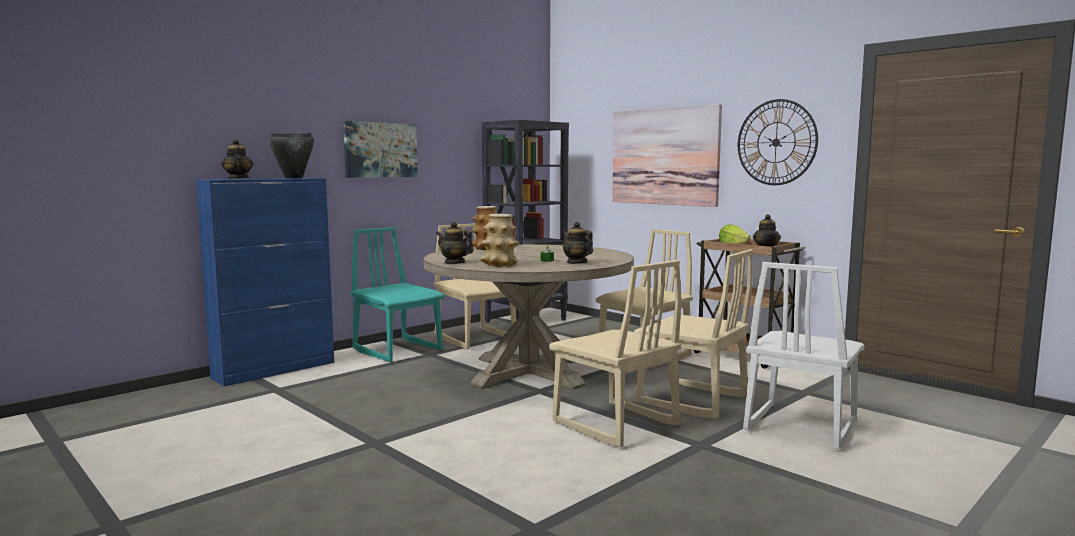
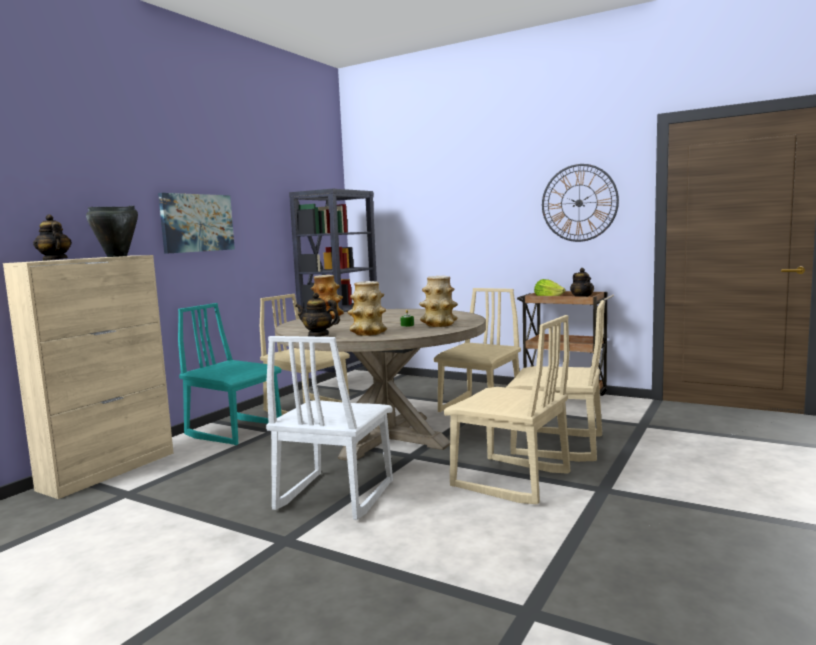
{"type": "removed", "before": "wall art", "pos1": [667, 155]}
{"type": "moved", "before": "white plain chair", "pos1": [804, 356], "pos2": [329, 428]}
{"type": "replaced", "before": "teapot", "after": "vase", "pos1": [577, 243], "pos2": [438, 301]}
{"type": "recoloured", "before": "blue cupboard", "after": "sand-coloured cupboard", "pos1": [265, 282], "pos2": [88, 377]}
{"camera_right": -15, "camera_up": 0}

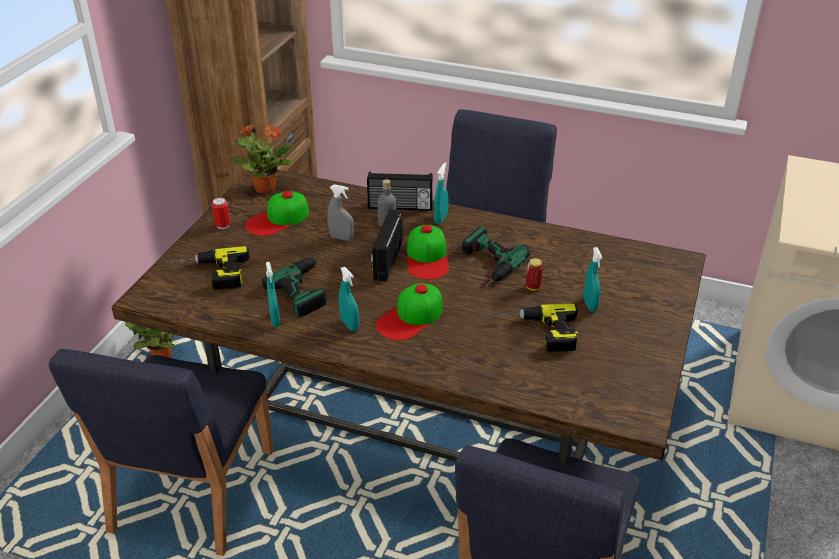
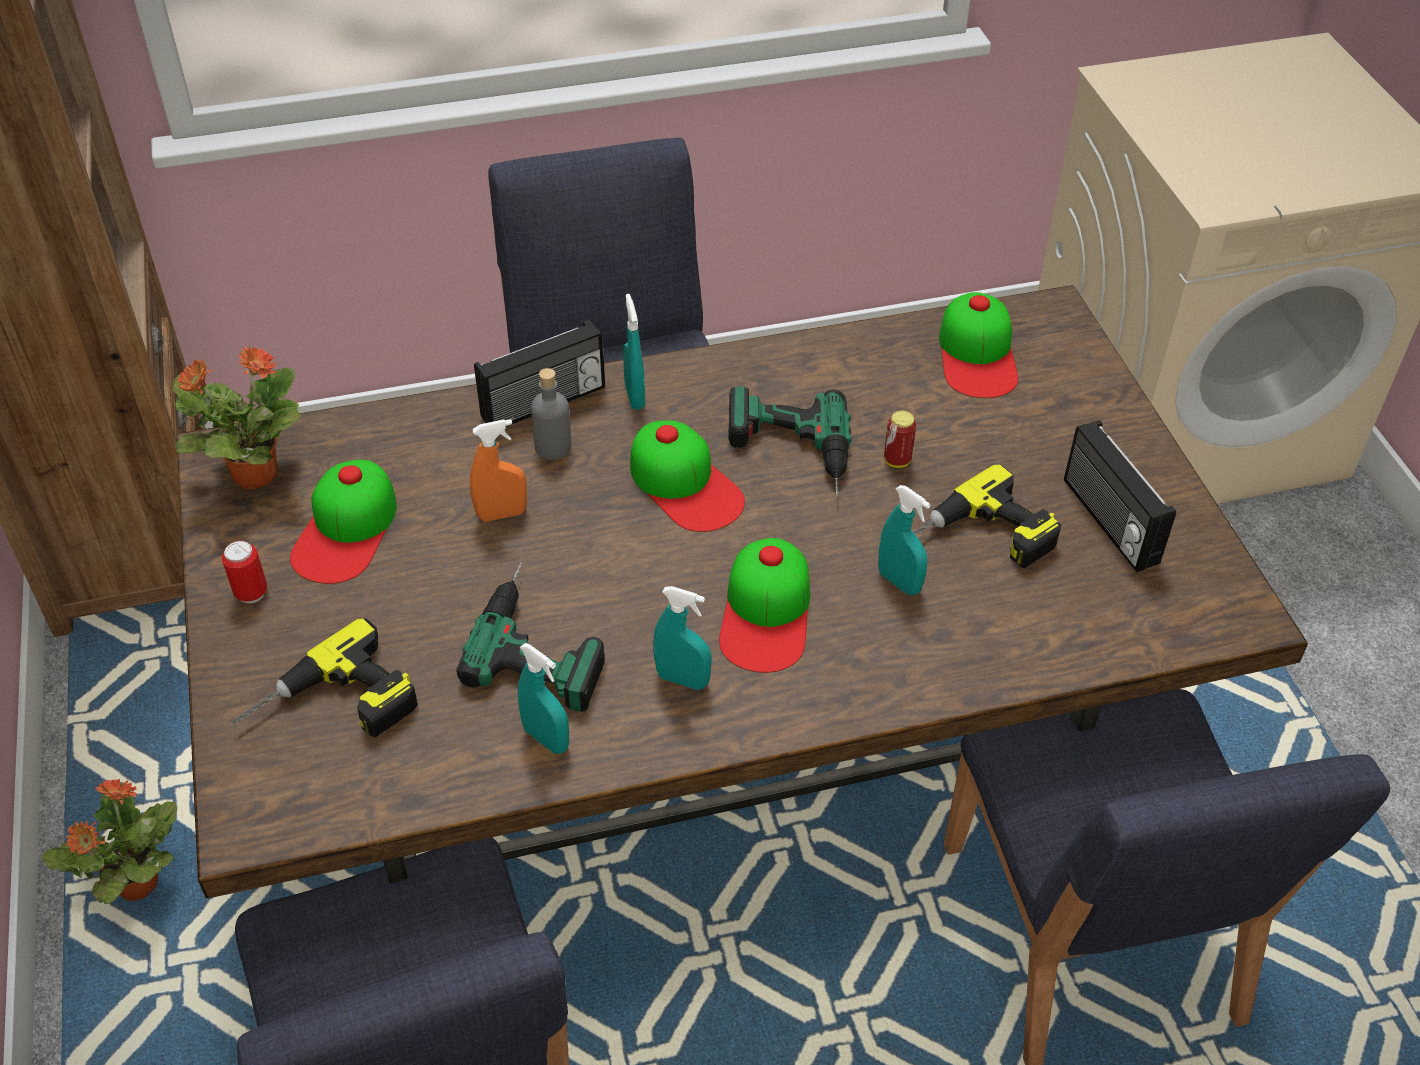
{"type": "added", "after": "cap", "pos2": [978, 345]}
{"type": "moved", "before": "radio set", "pos1": [387, 245], "pos2": [1120, 496]}
{"type": "moved", "before": "turquoise-coloured hand sprayer", "pos1": [592, 279], "pos2": [904, 540]}
{"type": "recoloured", "before": "greyish hand sprayer", "after": "orange-coloured hand sprayer", "pos1": [340, 213], "pos2": [498, 470]}
{"camera_right": -35, "camera_up": 10}

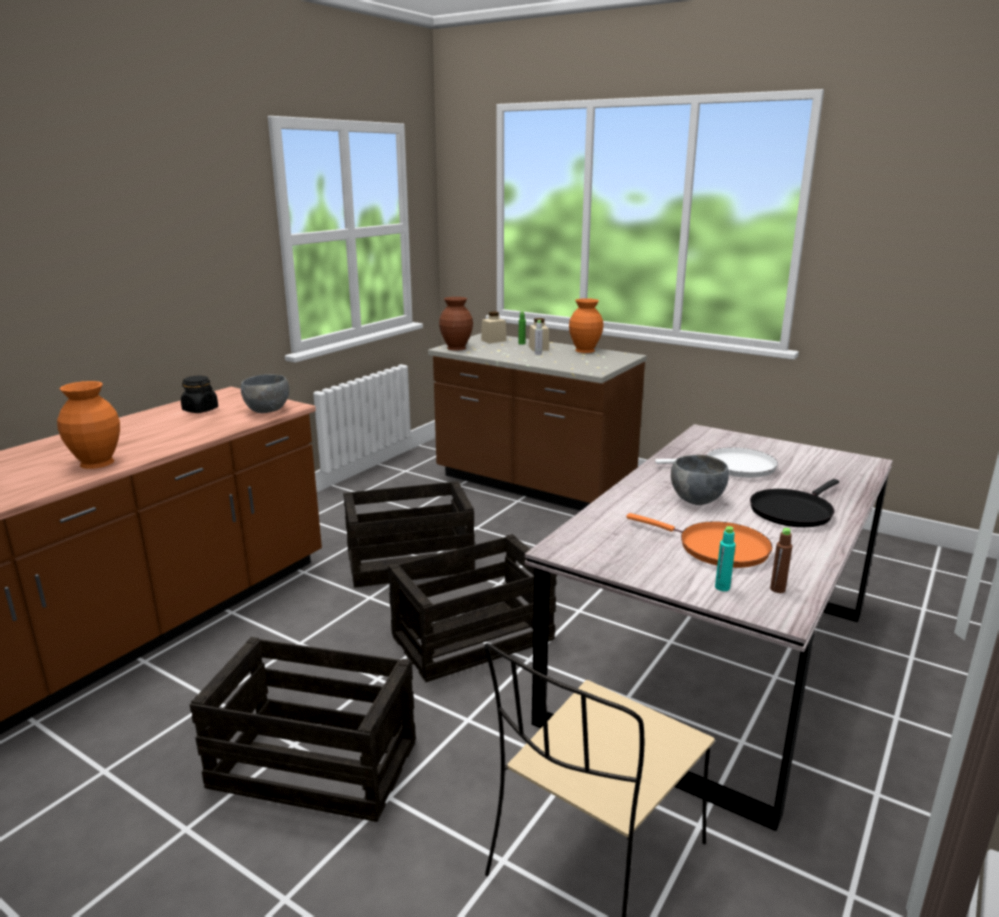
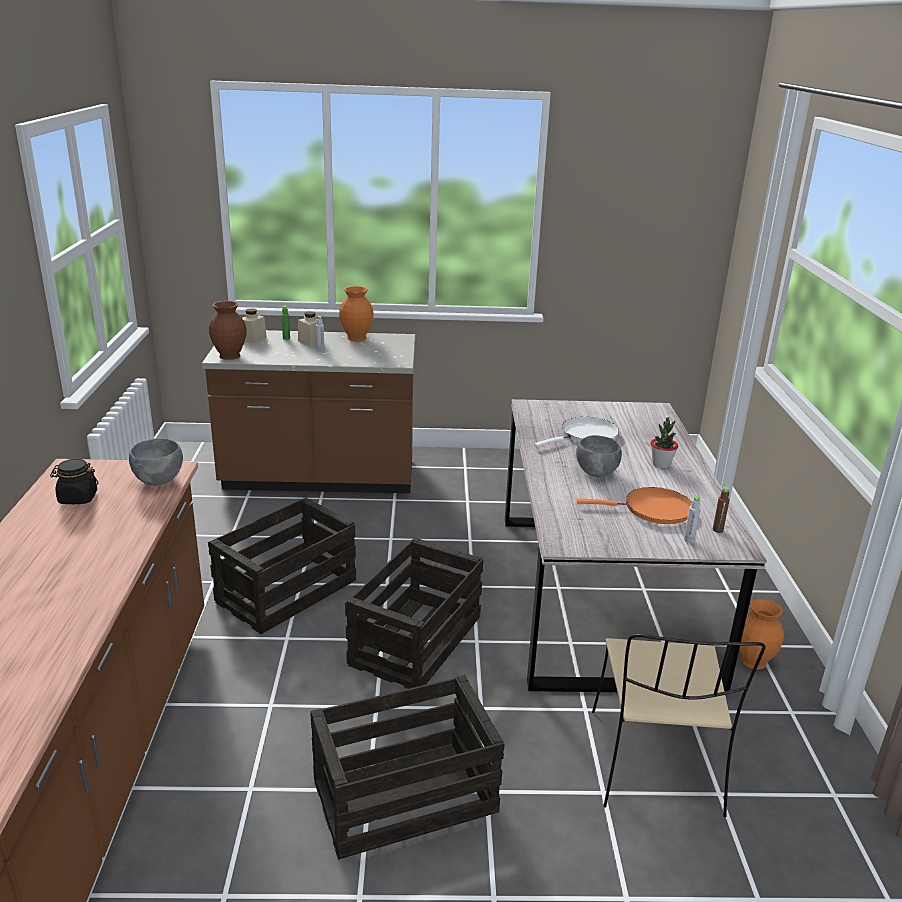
{"type": "moved", "before": "orange-coloured vase", "pos1": [88, 425], "pos2": [761, 634]}
{"type": "replaced", "before": "black frying pan", "after": "plant in a pot", "pos1": [794, 503], "pos2": [664, 443]}
{"type": "recoloured", "before": "turquoise-coloured bottle", "after": "greyish bottle", "pos1": [725, 558], "pos2": [692, 519]}
{"camera_right": -35, "camera_up": 5}

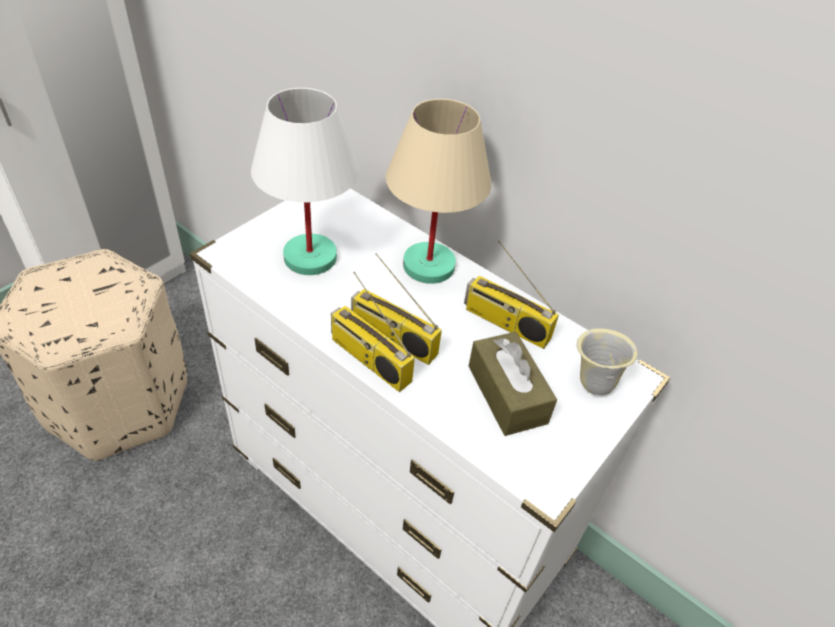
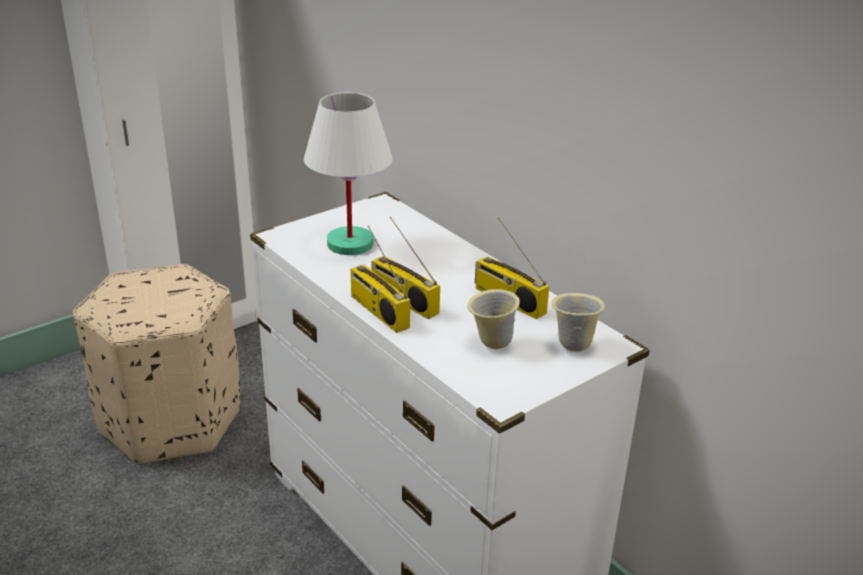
{"type": "removed", "before": "sand-coloured table lamp", "pos1": [439, 191]}
{"type": "replaced", "before": "brown-coloured tissue holder", "after": "sand-coloured tea mug", "pos1": [513, 384], "pos2": [493, 319]}
{"camera_right": 15, "camera_up": -15}

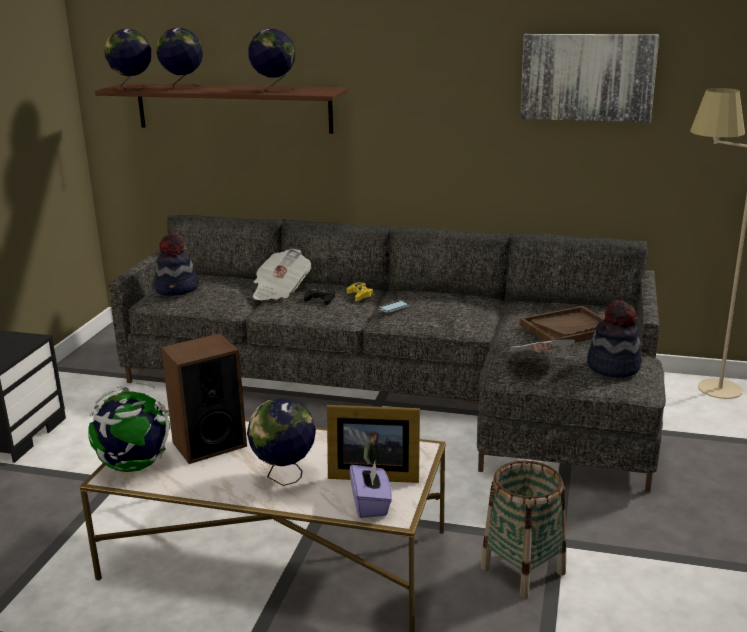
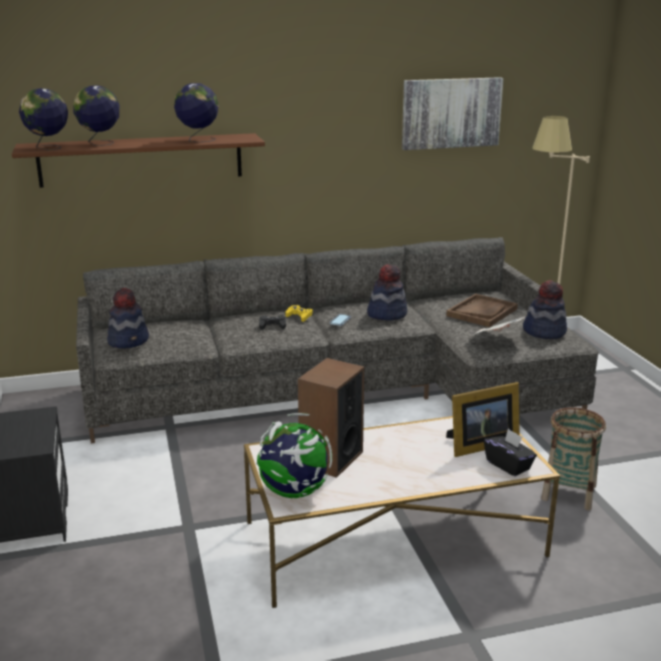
{"type": "removed", "before": "globe", "pos1": [281, 442]}
{"type": "removed", "before": "printed paper", "pos1": [282, 274]}
{"type": "added", "after": "clothing hat", "pos2": [387, 292]}
{"type": "recoloured", "before": "purplish tissue holder", "after": "black tissue holder", "pos1": [371, 488], "pos2": [510, 452]}
{"camera_right": -30, "camera_up": 0}

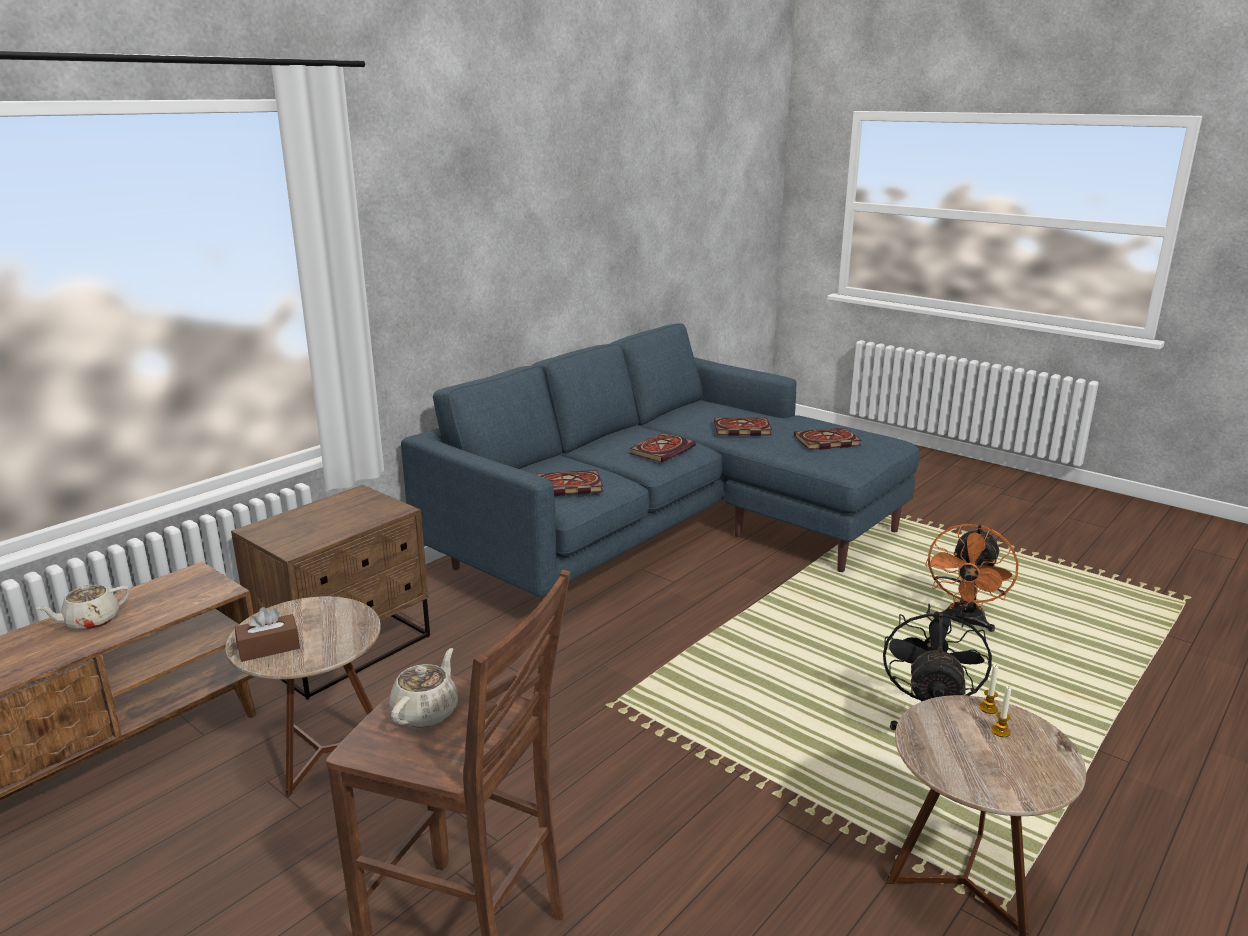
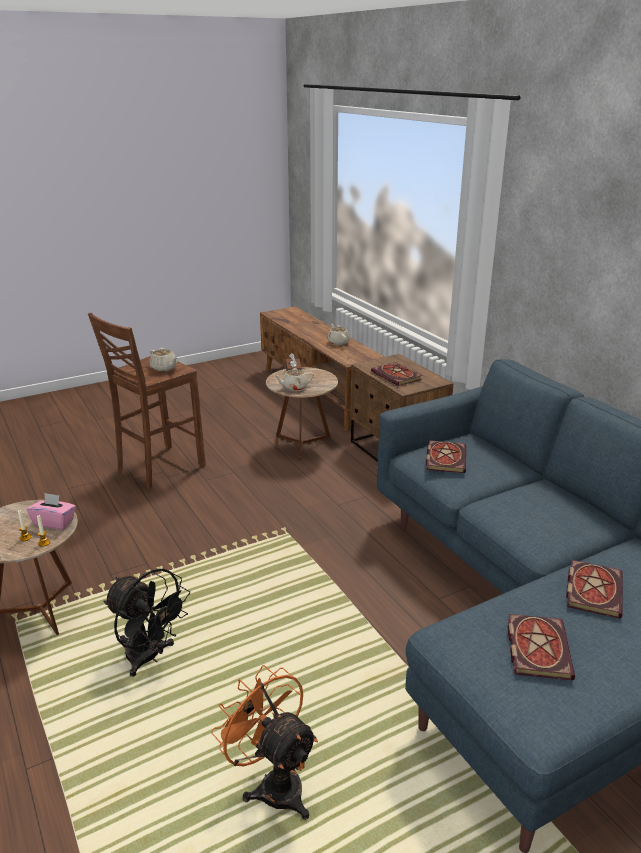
{"type": "added", "after": "pink-coloured tissue holder", "pos2": [51, 511]}
{"type": "added", "after": "sand-coloured teapot", "pos2": [294, 379]}
{"type": "moved", "before": "book", "pos1": [662, 447], "pos2": [396, 374]}
{"camera_right": 110, "camera_up": 5}

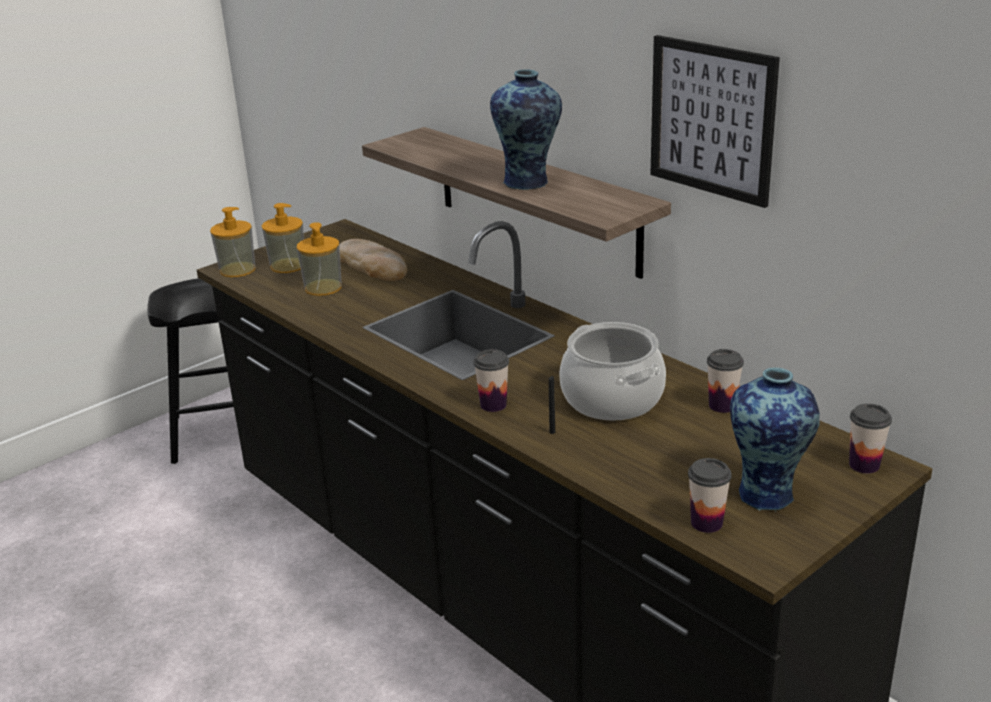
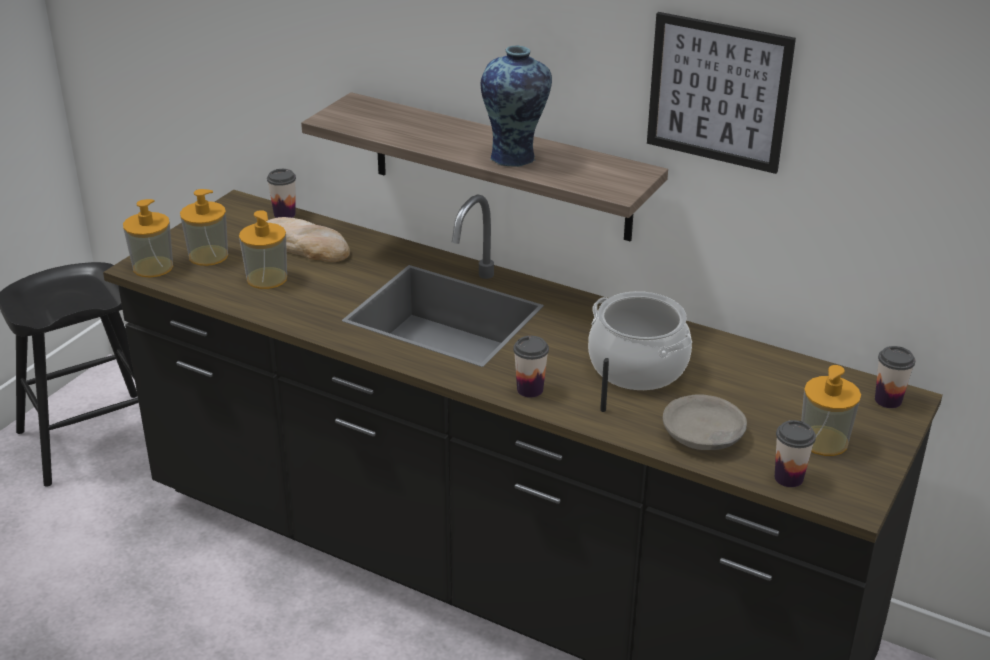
{"type": "added", "after": "greyish serving bowl", "pos2": [705, 422]}
{"type": "moved", "before": "drinking cup", "pos1": [725, 381], "pos2": [281, 193]}
{"type": "replaced", "before": "vase", "after": "soap dispenser", "pos1": [775, 440], "pos2": [831, 410]}
{"camera_right": -20, "camera_up": 5}

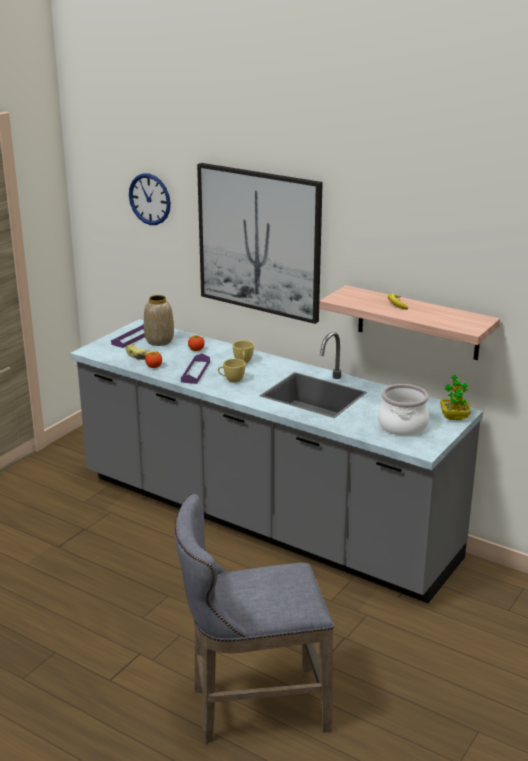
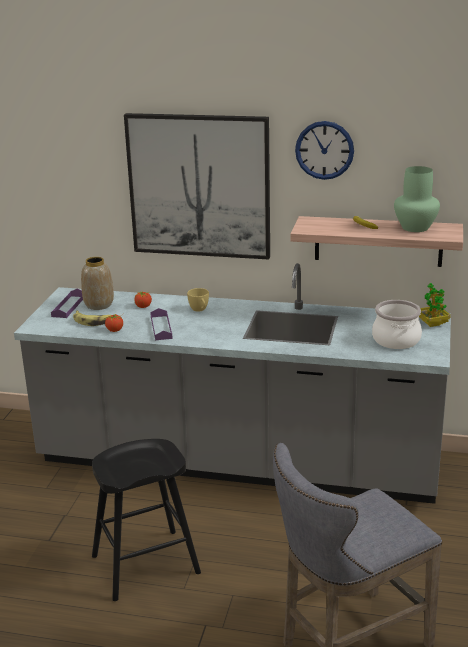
{"type": "removed", "before": "yellow drinking cup", "pos1": [231, 371]}
{"type": "added", "after": "black stool", "pos2": [146, 520]}
{"type": "added", "after": "greenish vase", "pos2": [417, 199]}
{"type": "moved", "before": "wall clock", "pos1": [150, 199], "pos2": [324, 150]}
{"camera_right": -20, "camera_up": 0}

